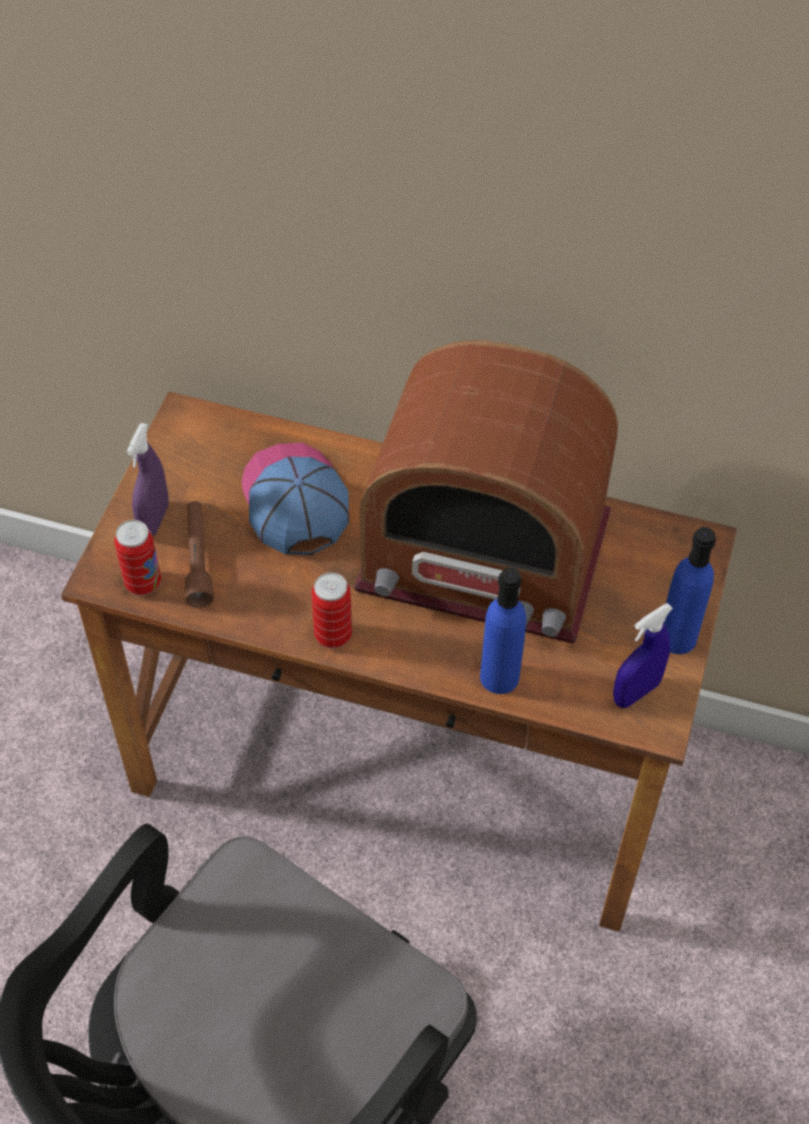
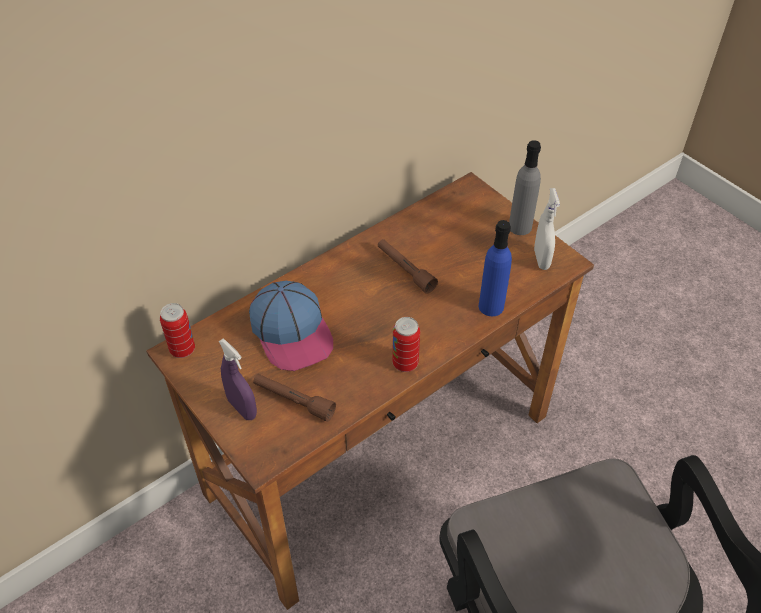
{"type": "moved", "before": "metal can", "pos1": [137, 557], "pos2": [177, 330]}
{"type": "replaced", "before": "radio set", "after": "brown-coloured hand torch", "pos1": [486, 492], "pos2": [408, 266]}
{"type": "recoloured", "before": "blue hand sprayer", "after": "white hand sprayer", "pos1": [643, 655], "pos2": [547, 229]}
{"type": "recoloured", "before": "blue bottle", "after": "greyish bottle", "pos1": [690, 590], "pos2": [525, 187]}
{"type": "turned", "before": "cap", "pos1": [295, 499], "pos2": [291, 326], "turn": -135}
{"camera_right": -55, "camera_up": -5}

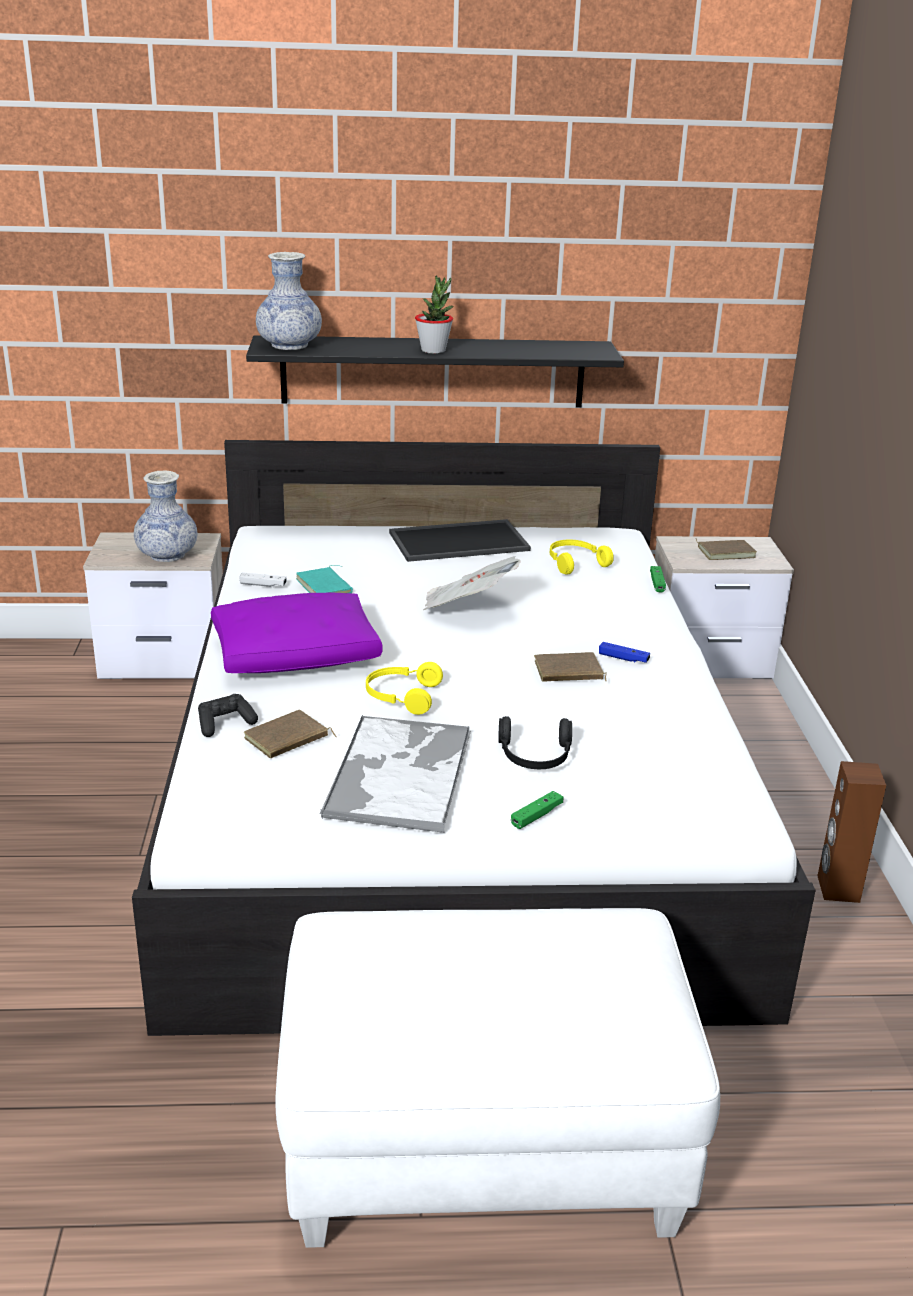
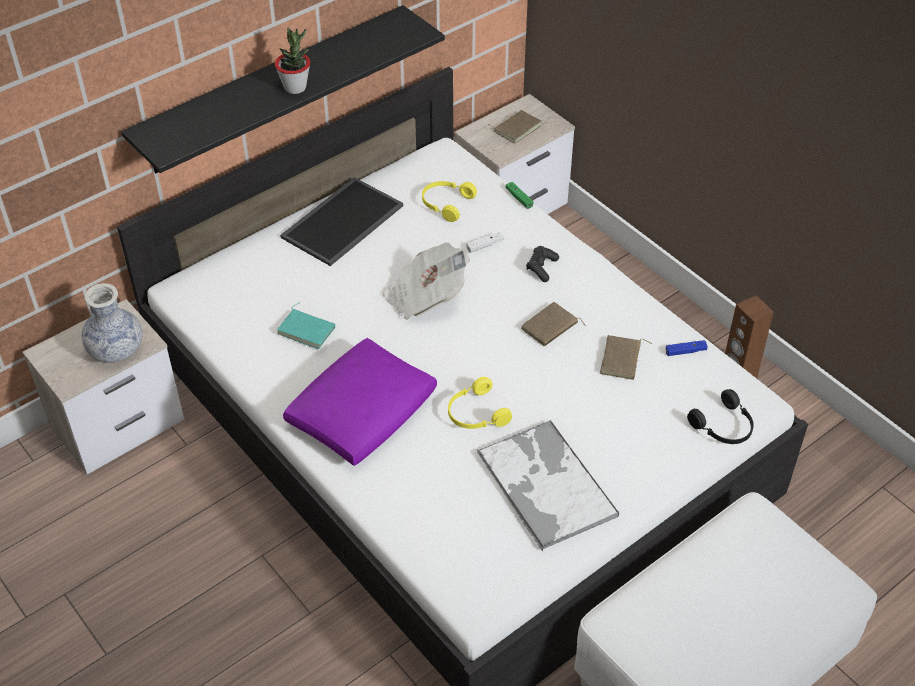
{"type": "removed", "before": "vase", "pos1": [289, 301]}
{"type": "removed", "before": "greenish gamepad", "pos1": [537, 810]}
{"type": "moved", "before": "black gamepad", "pos1": [228, 715], "pos2": [542, 264]}
{"type": "moved", "before": "white gamepad", "pos1": [263, 580], "pos2": [484, 242]}
{"type": "moved", "before": "brown-coloured book", "pos1": [290, 734], "pos2": [626, 357]}
{"type": "moved", "before": "black pair of headphones", "pos1": [535, 742], "pos2": [720, 416]}
{"type": "moved", "before": "blue gamepad", "pos1": [624, 652], "pos2": [687, 348]}
{"camera_right": -35, "camera_up": 20}

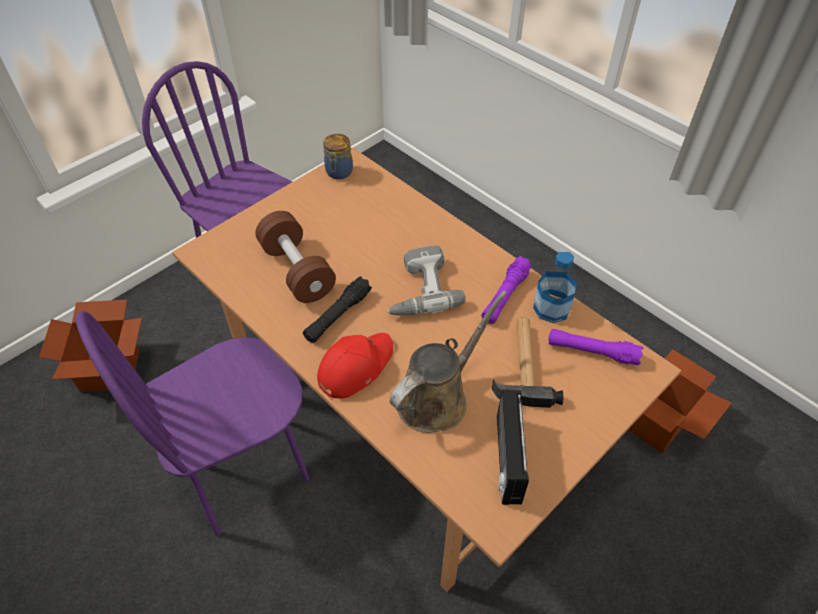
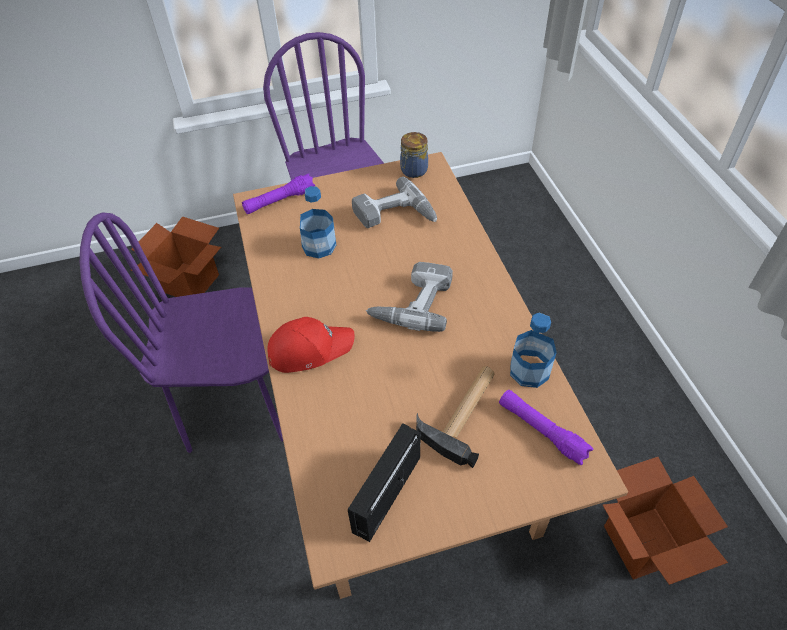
{"type": "removed", "before": "black hand torch", "pos1": [337, 309]}
{"type": "removed", "before": "brown-coloured sprinkling can", "pos1": [448, 362]}
{"type": "added", "after": "drill", "pos2": [394, 202]}
{"type": "moved", "before": "purplish hand torch", "pos1": [506, 290], "pos2": [278, 193]}
{"type": "replaced", "before": "brown-coloured hand weight", "after": "bottle", "pos1": [295, 257], "pos2": [318, 222]}
{"camera_right": 30, "camera_up": 0}

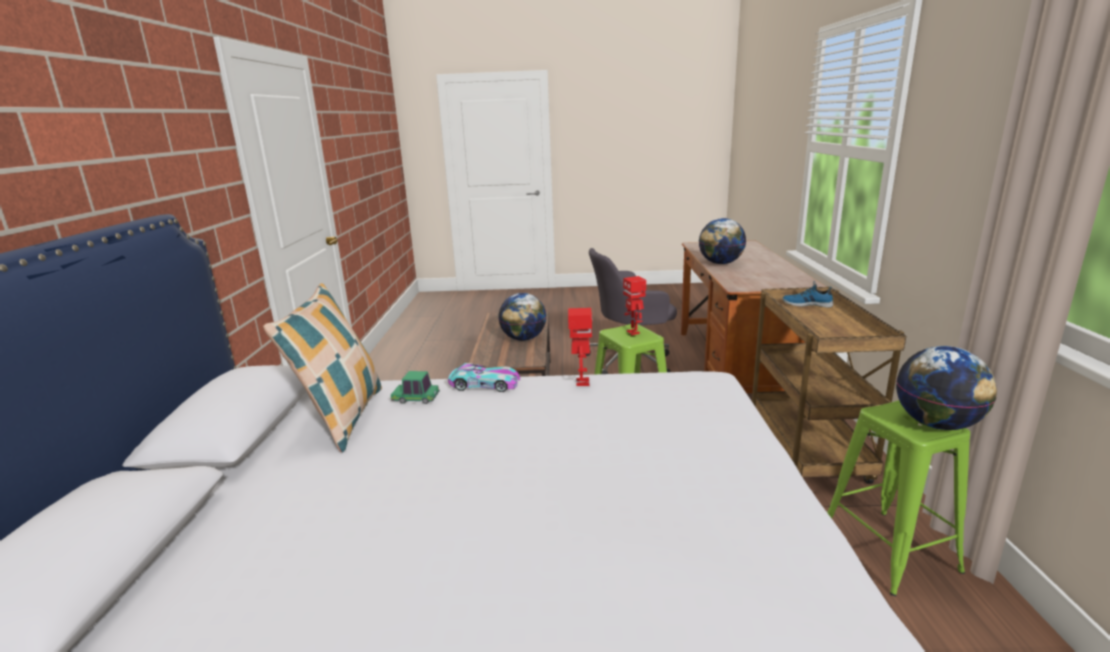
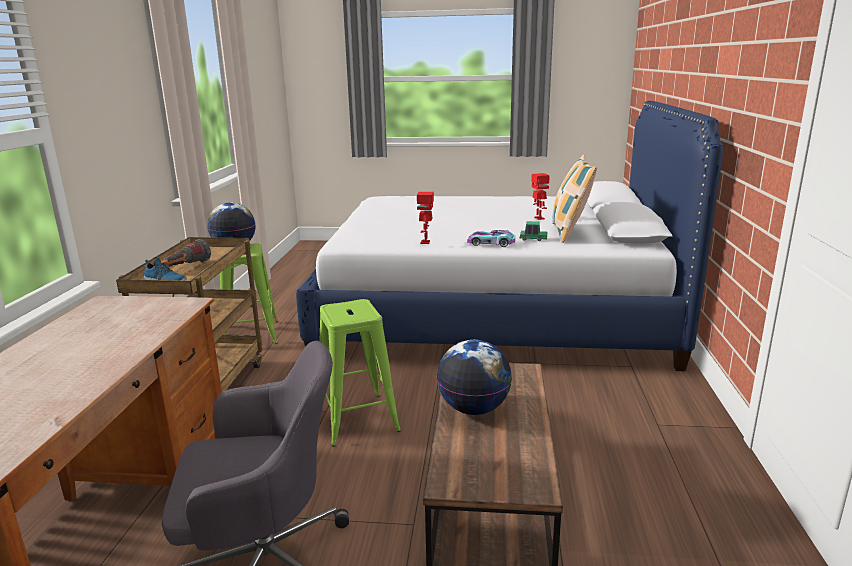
{"type": "removed", "before": "globe", "pos1": [722, 241]}
{"type": "added", "after": "hand torch", "pos2": [186, 253]}
{"type": "moved", "before": "robot figure", "pos1": [634, 305], "pos2": [540, 196]}
{"camera_right": -175, "camera_up": 0}

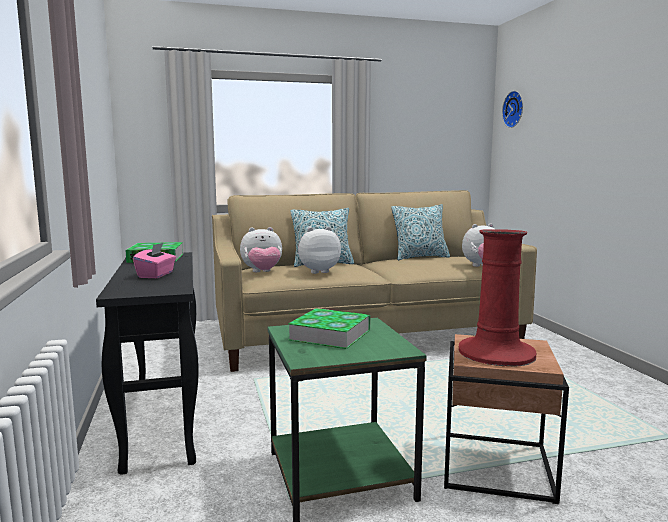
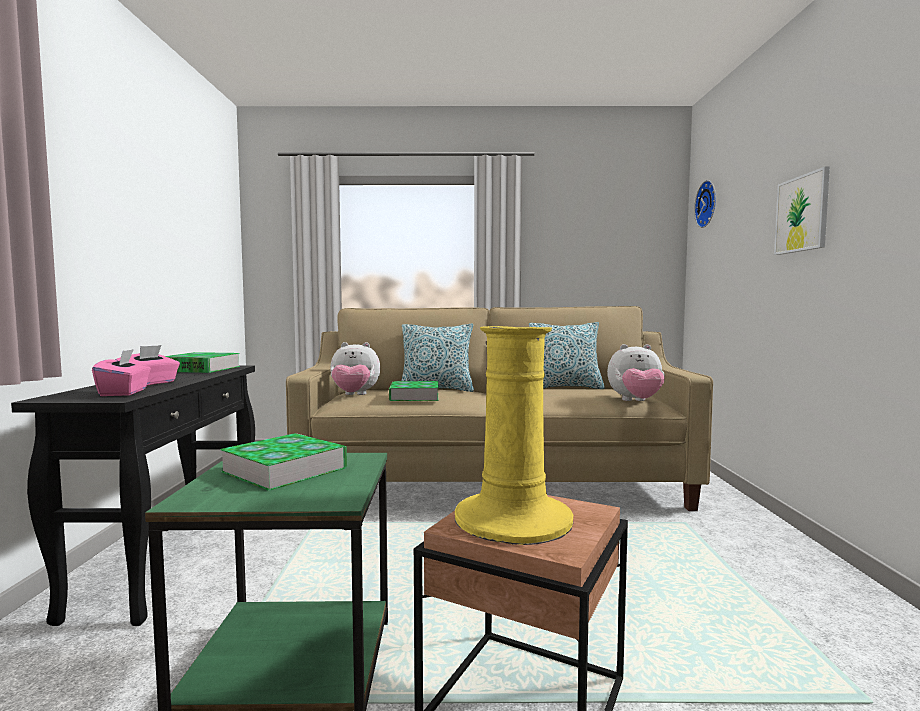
{"type": "added", "after": "pink-coloured tissue holder", "pos2": [121, 372]}
{"type": "added", "after": "wall art", "pos2": [802, 211]}
{"type": "replaced", "before": "soft toy", "after": "book", "pos1": [319, 250], "pos2": [414, 391]}
{"type": "recoloured", "before": "reddish vase", "after": "yellow vase", "pos1": [497, 298], "pos2": [514, 435]}
{"camera_right": 15, "camera_up": -5}

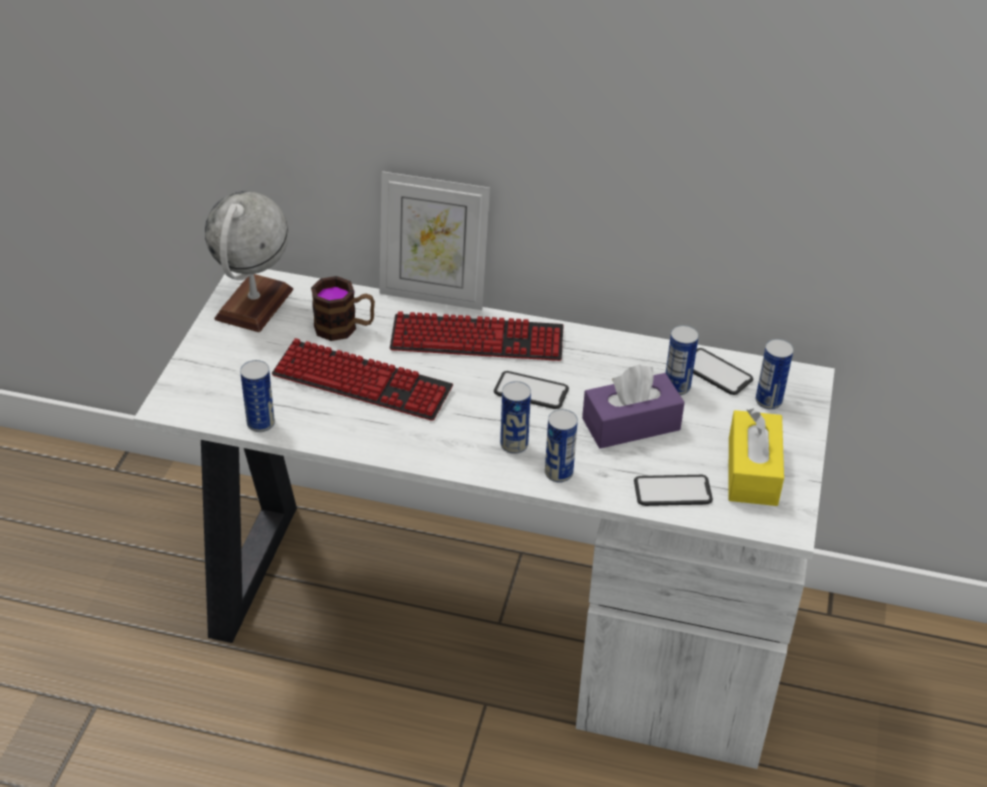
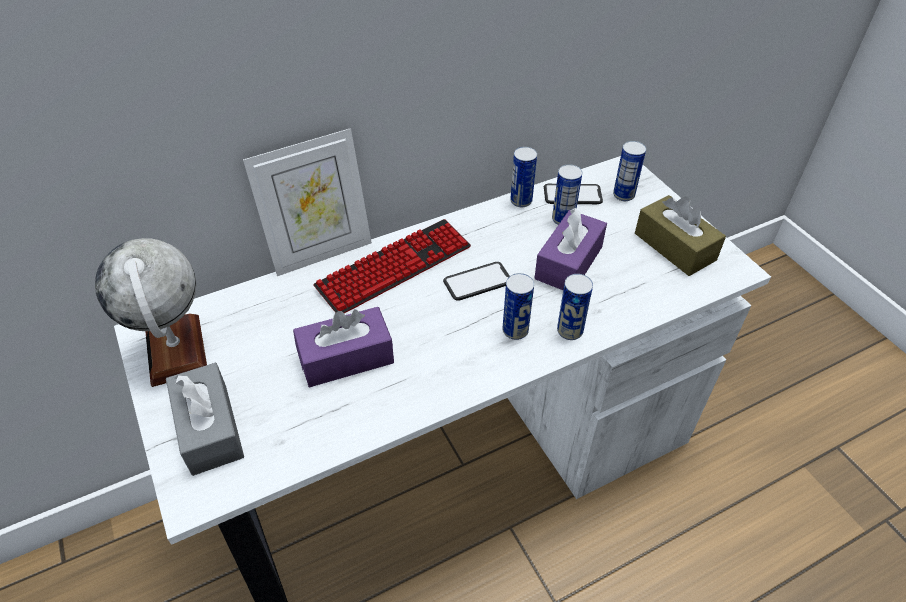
{"type": "removed", "before": "tea mug", "pos1": [343, 308]}
{"type": "removed", "before": "telephone", "pos1": [673, 490]}
{"type": "added", "after": "greyish tissue holder", "pos2": [205, 419]}
{"type": "moved", "before": "metal can", "pos1": [257, 396], "pos2": [523, 177]}
{"type": "replaced", "before": "PC keyboard", "after": "purplish tissue holder", "pos1": [362, 379], "pos2": [343, 347]}
{"type": "recoloured", "before": "yellow tissue holder", "after": "brown-coloured tissue holder", "pos1": [756, 457], "pos2": [680, 235]}
{"camera_right": -40, "camera_up": 5}

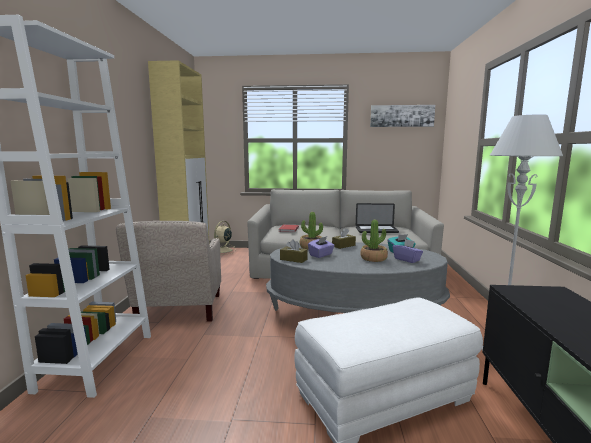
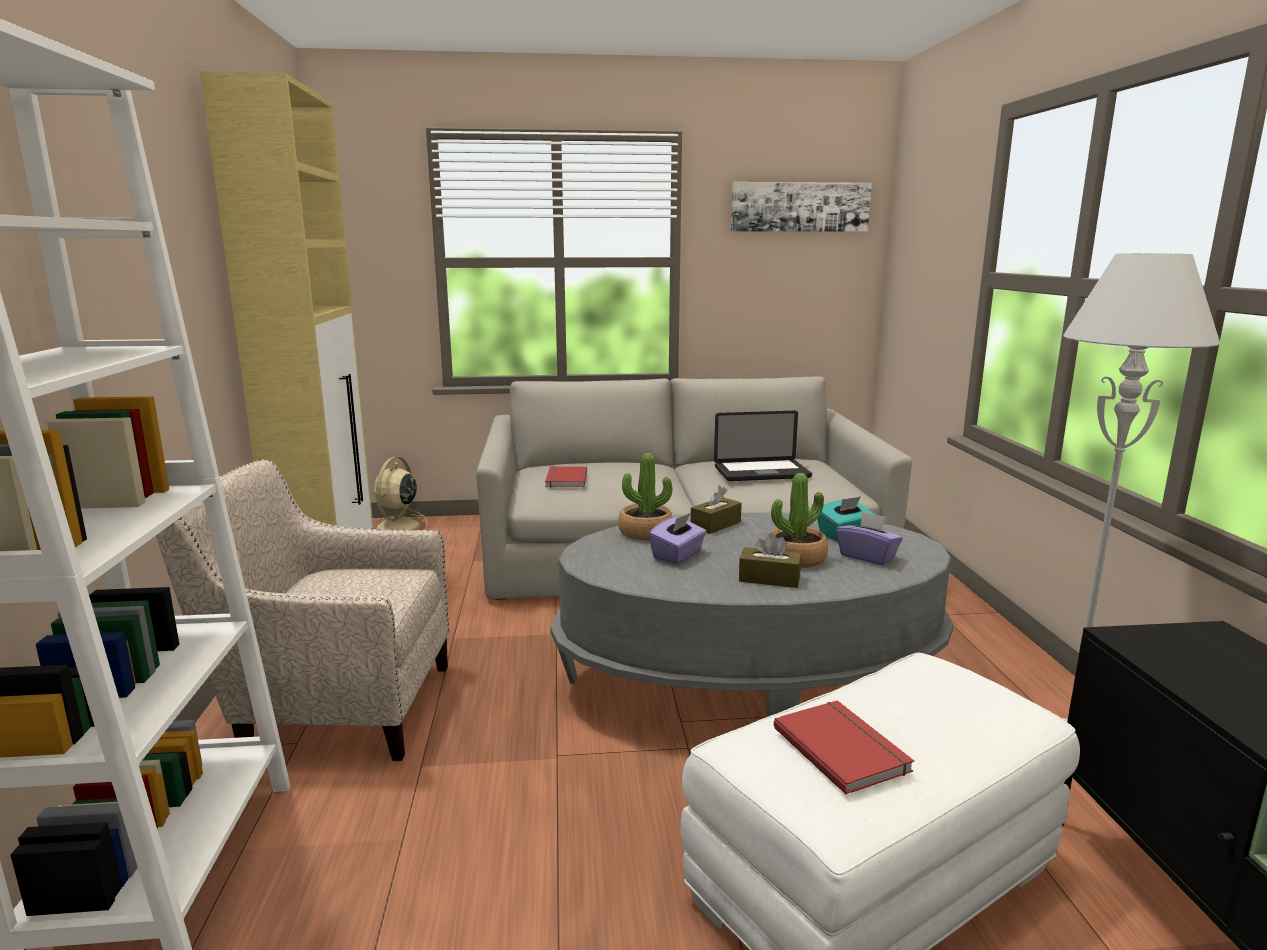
{"type": "added", "after": "reddish book", "pos2": [844, 747]}
{"type": "moved", "before": "brown-coloured tissue holder", "pos1": [294, 251], "pos2": [770, 560]}
{"type": "turned", "before": "sand-coloured easy chair", "pos1": [168, 271], "pos2": [302, 610], "turn": 105}
{"camera_right": -10, "camera_up": 5}

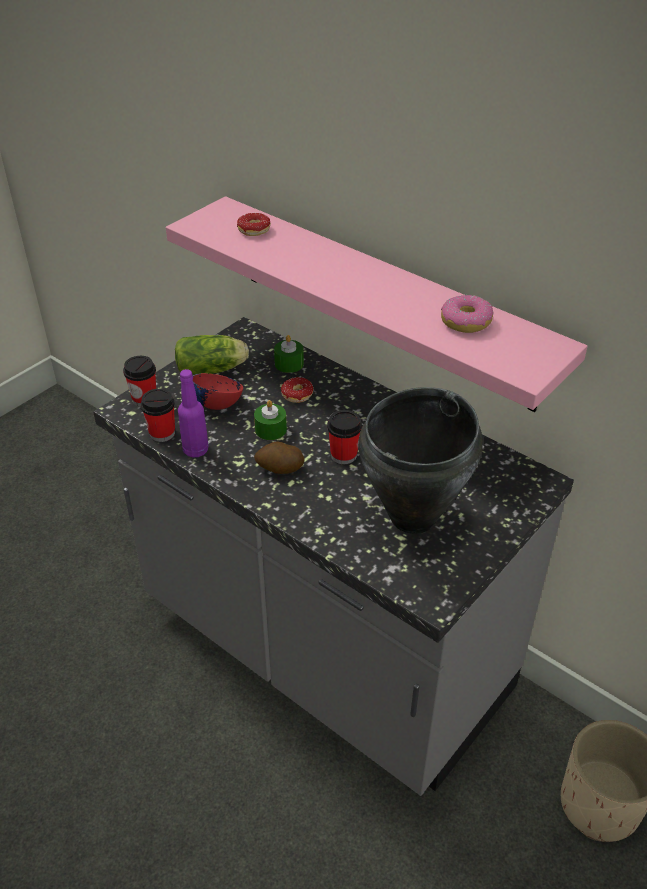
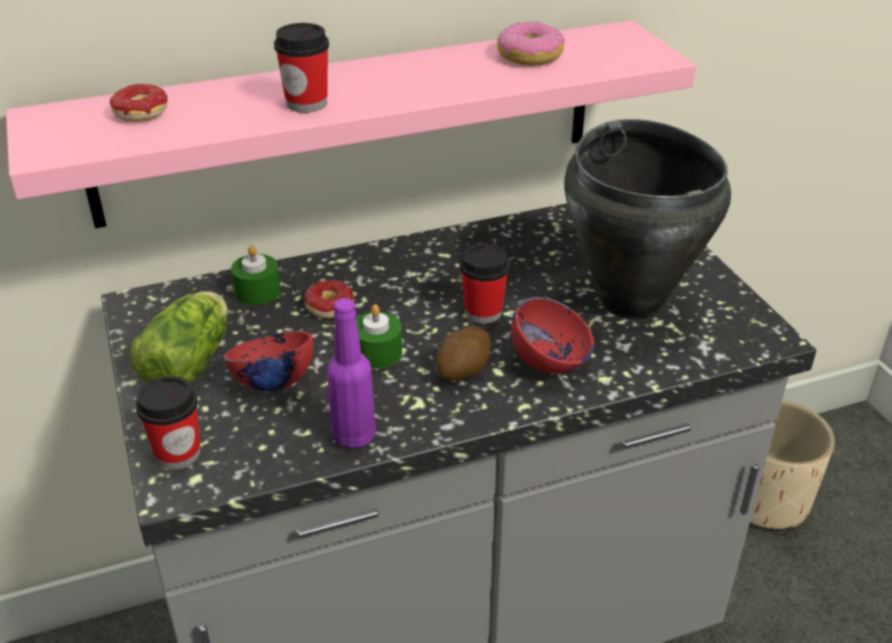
{"type": "added", "after": "reddish serving bowl", "pos2": [552, 335]}
{"type": "moved", "before": "drinking cup", "pos1": [158, 415], "pos2": [301, 68]}
{"camera_right": -60, "camera_up": -5}

